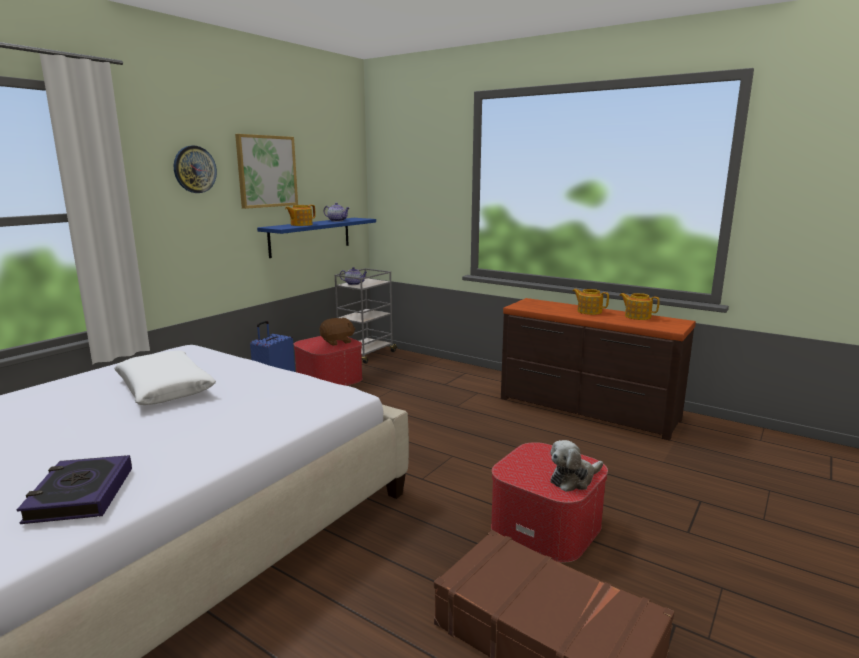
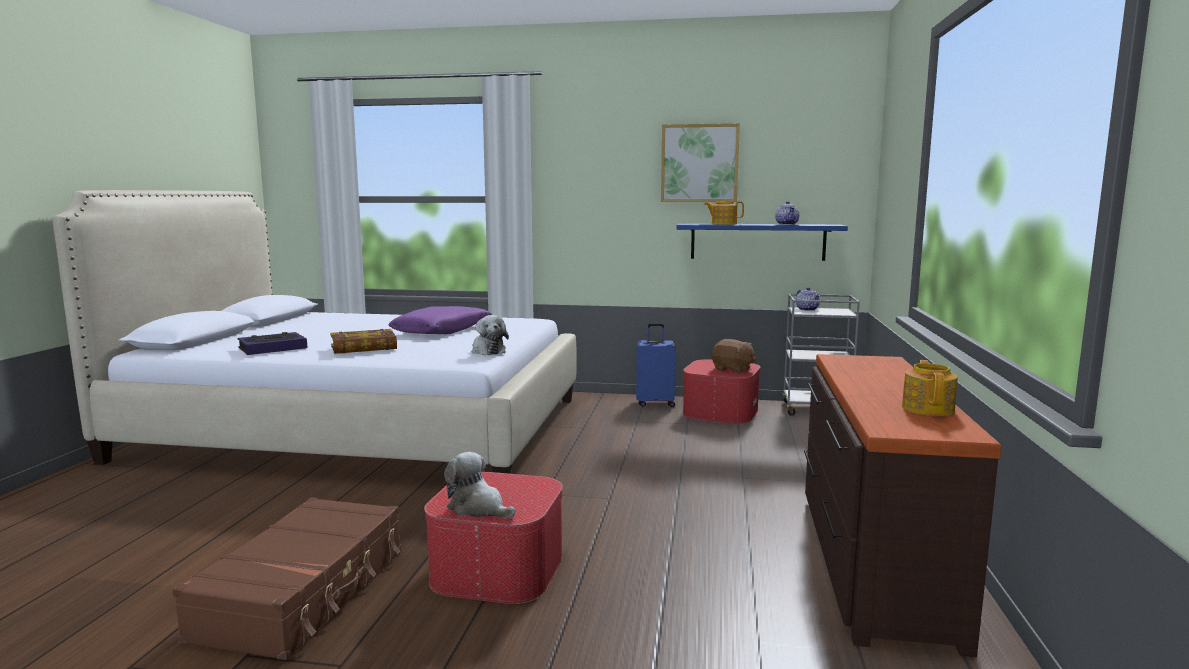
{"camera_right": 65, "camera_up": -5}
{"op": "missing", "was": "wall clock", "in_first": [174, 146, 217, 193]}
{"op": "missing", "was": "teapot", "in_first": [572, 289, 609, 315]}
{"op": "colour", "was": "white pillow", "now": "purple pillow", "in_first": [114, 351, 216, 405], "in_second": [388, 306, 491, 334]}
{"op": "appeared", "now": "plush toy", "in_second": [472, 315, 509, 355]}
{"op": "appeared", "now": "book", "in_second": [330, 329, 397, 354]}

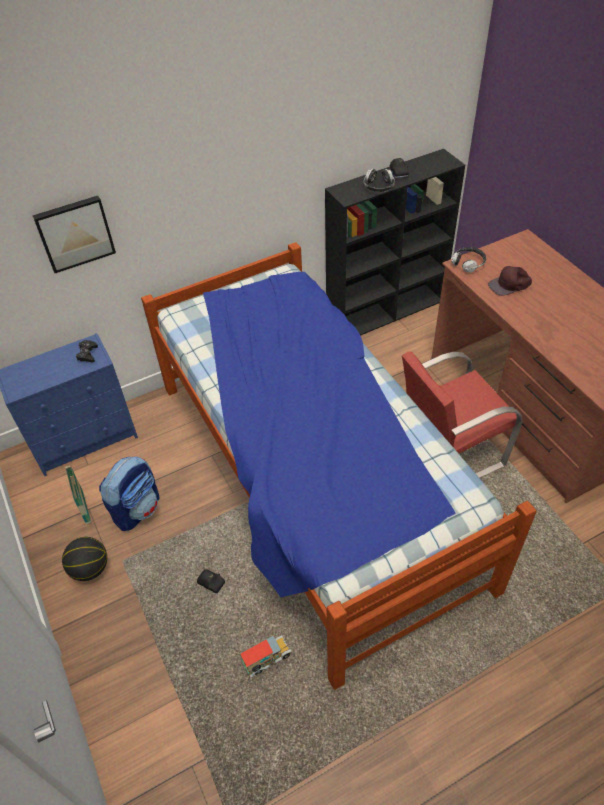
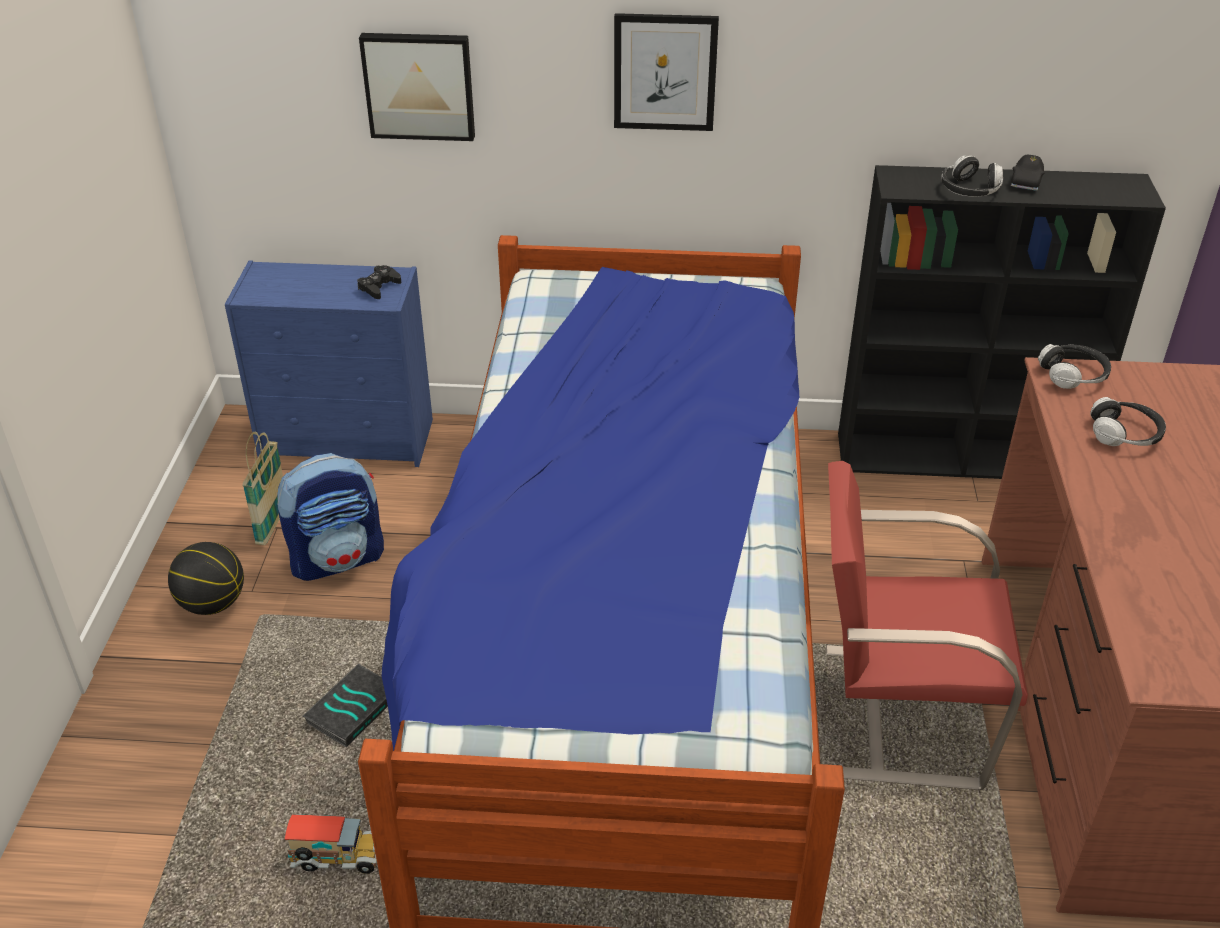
{"camera_right": 30, "camera_up": -10}
{"op": "exchanged", "was": "brown cap", "now": "headphones", "in_first": [488, 266, 532, 296], "in_second": [1090, 397, 1166, 446]}
{"op": "exchanged", "was": "black toy car", "now": "book", "in_first": [197, 569, 225, 594], "in_second": [303, 664, 388, 748]}
{"op": "appeared", "now": "picture", "in_second": [614, 13, 719, 131]}

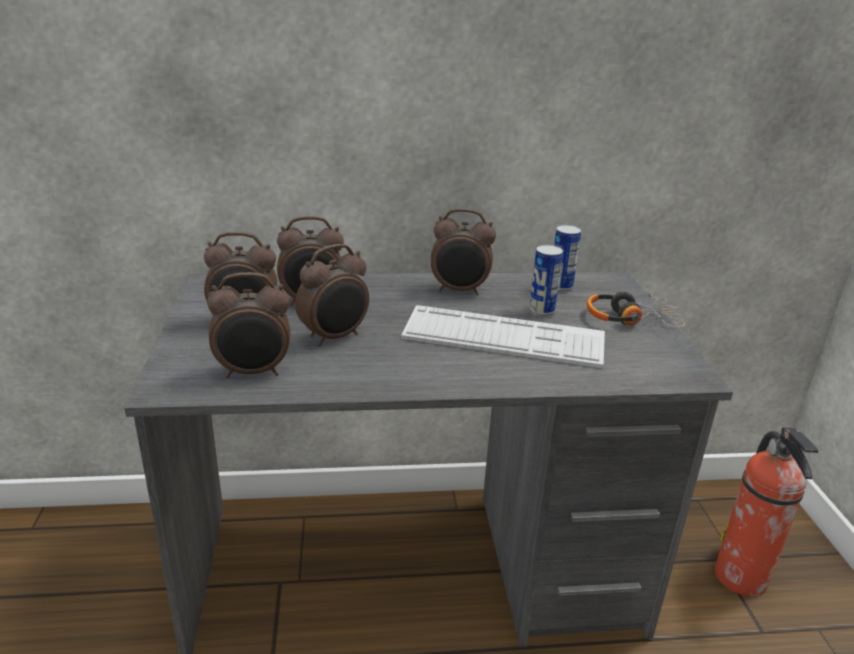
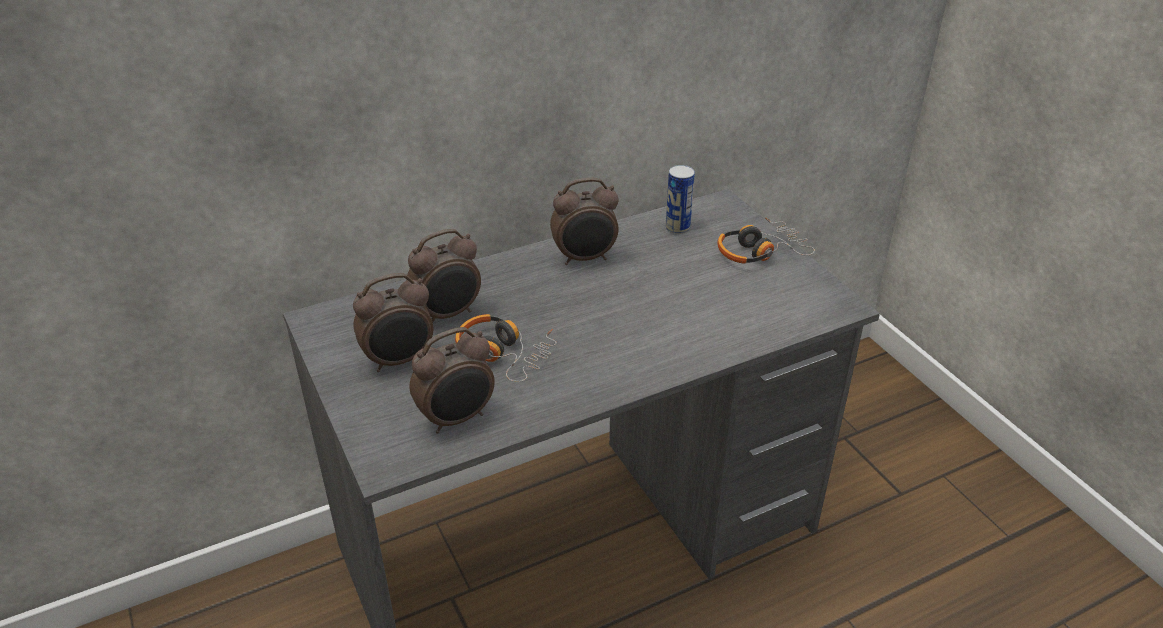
{"camera_right": -20, "camera_up": 10}
{"op": "exchanged", "was": "alarm clock", "now": "headphones", "in_first": [295, 244, 369, 347], "in_second": [455, 314, 557, 382]}
{"op": "missing", "was": "can", "in_first": [529, 245, 563, 317]}
{"op": "missing", "was": "keyboard", "in_first": [401, 305, 605, 368]}
{"op": "missing", "was": "fire extinguisher", "in_first": [715, 427, 818, 597]}

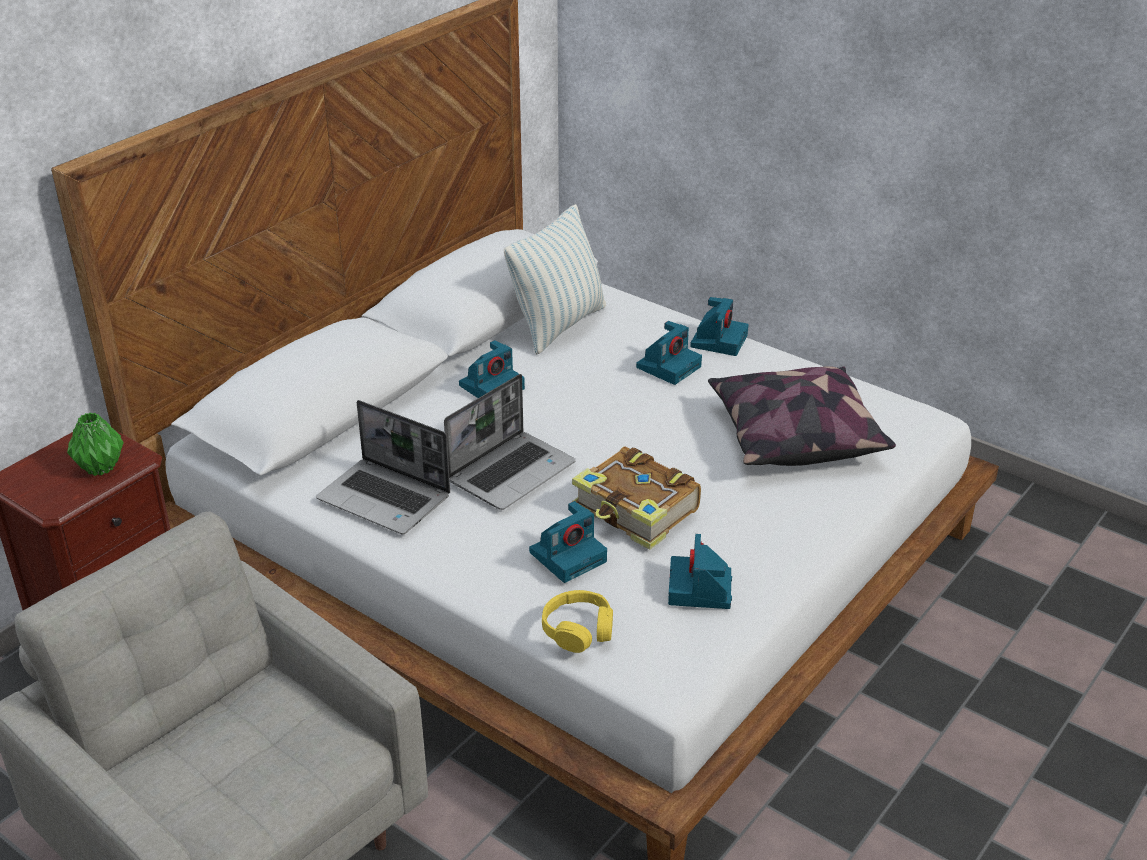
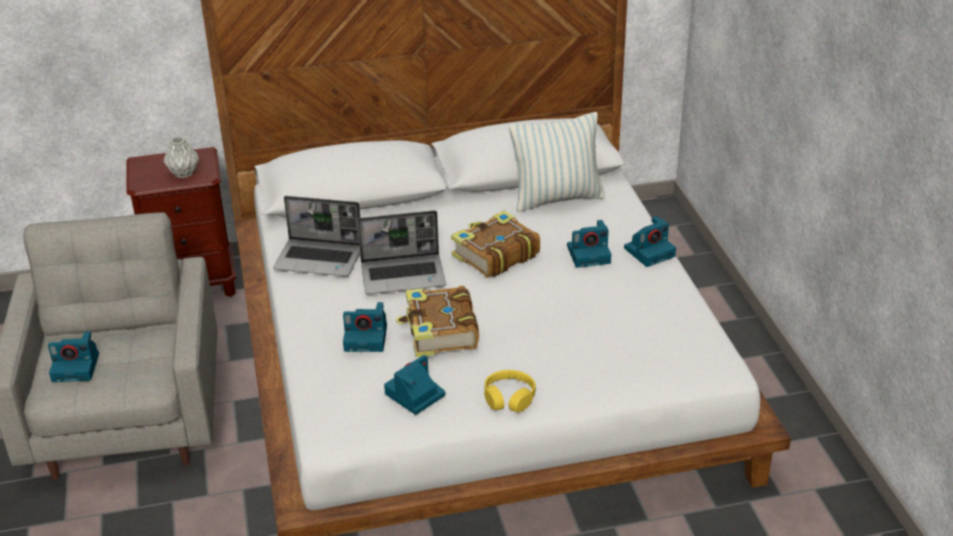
{"camera_right": 40, "camera_up": 0}
{"op": "relocated", "was": "photo camera", "in_first": [459, 340, 525, 398], "in_second": [48, 331, 99, 382]}
{"op": "missing", "was": "pillow", "in_first": [708, 366, 896, 466]}
{"op": "spun", "was": "laptop", "in_first": [316, 400, 450, 534], "in_second": [273, 196, 360, 277], "clockwise": -60}
{"op": "colour", "was": "green vase", "now": "grey vase", "in_first": [67, 412, 124, 476], "in_second": [163, 137, 199, 178]}
{"op": "relocated", "was": "yellow headphones", "in_first": [542, 590, 613, 653], "in_second": [484, 370, 536, 412]}
{"op": "appeared", "now": "book", "in_second": [451, 210, 540, 277]}

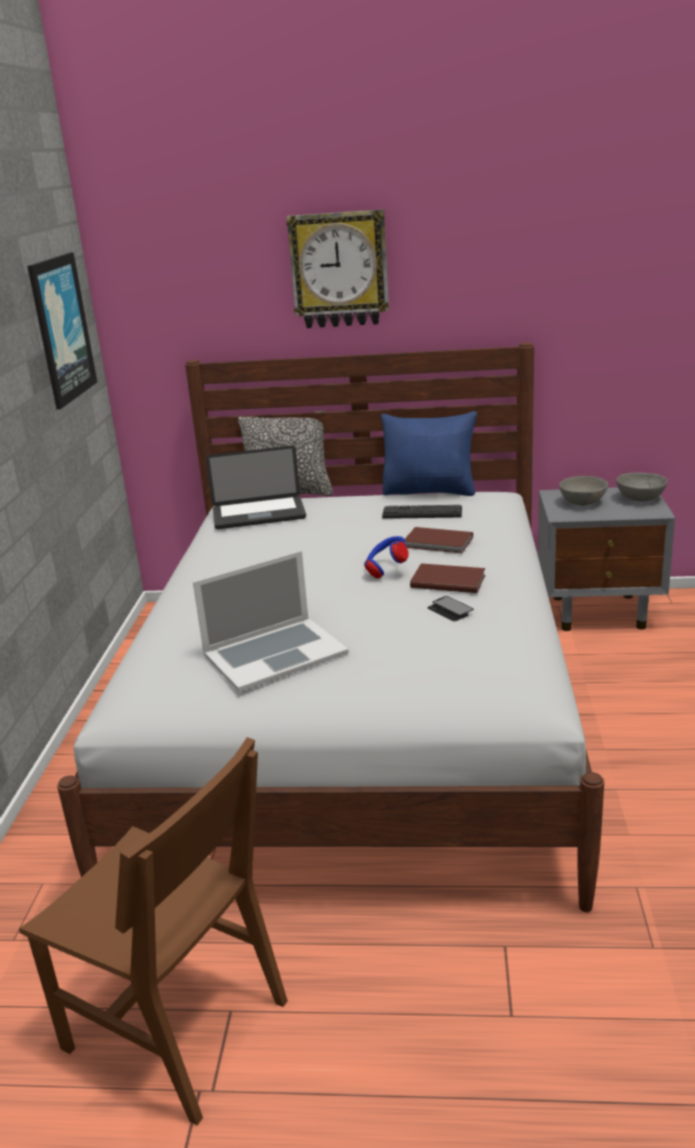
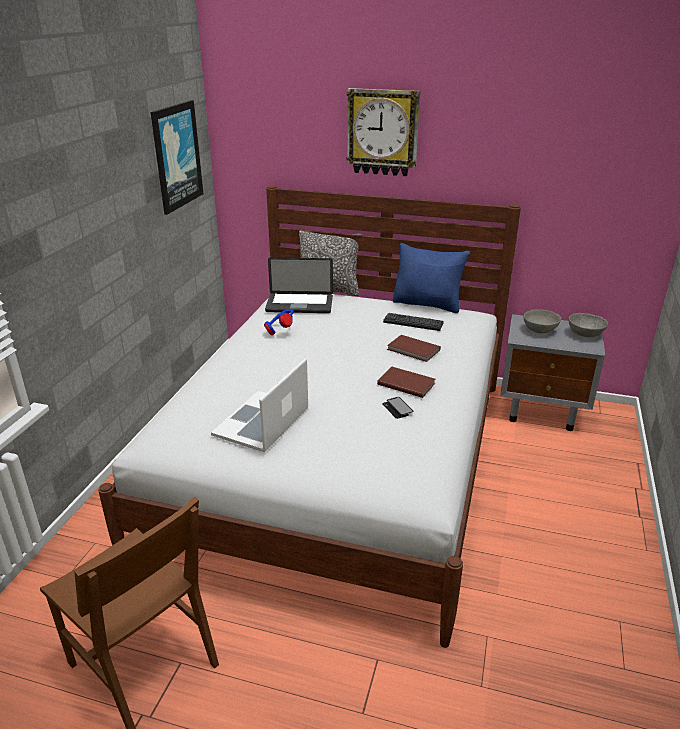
{"camera_right": 10, "camera_up": 5}
{"op": "relocated", "was": "blue headphones", "in_first": [364, 536, 409, 578], "in_second": [264, 309, 294, 335]}
{"op": "spun", "was": "laptop", "in_first": [193, 551, 349, 692], "in_second": [211, 358, 308, 452], "clockwise": 135}

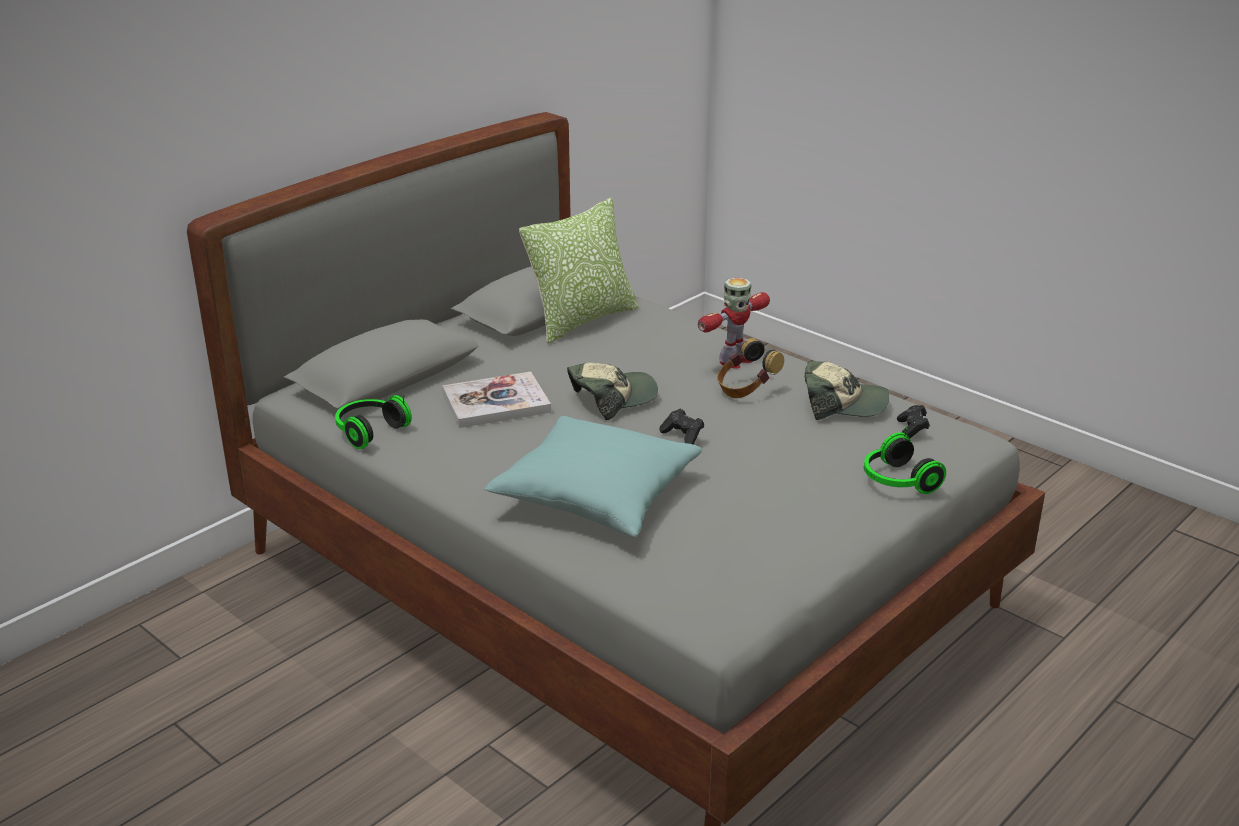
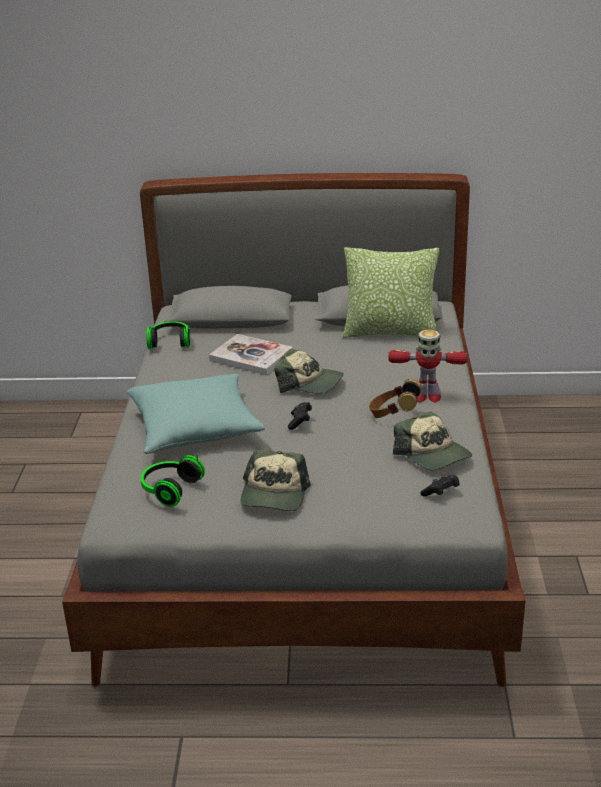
{"camera_right": 50, "camera_up": 0}
{"op": "relocated", "was": "headphones", "in_first": [864, 426, 946, 494], "in_second": [140, 454, 205, 507]}
{"op": "appeared", "now": "cap", "in_second": [240, 450, 311, 511]}

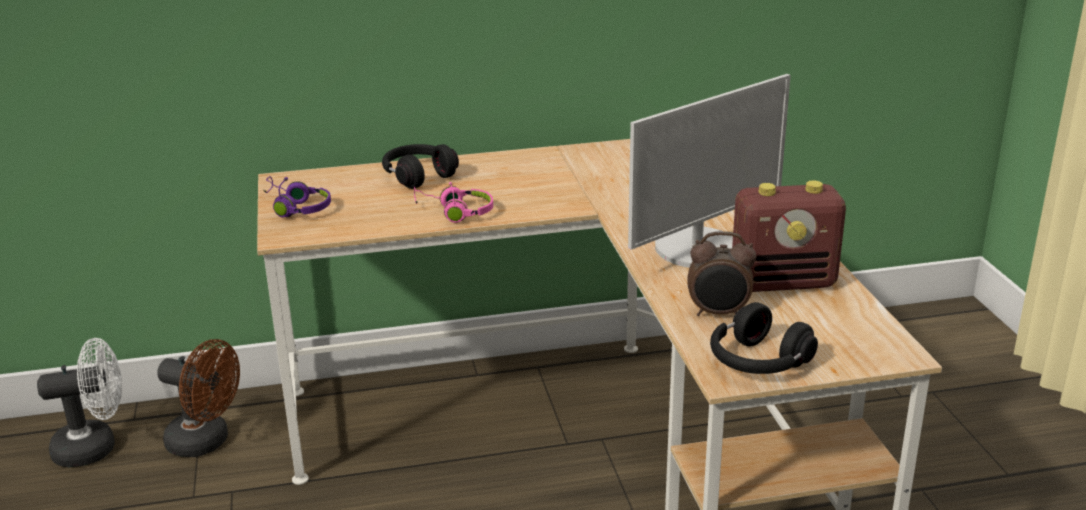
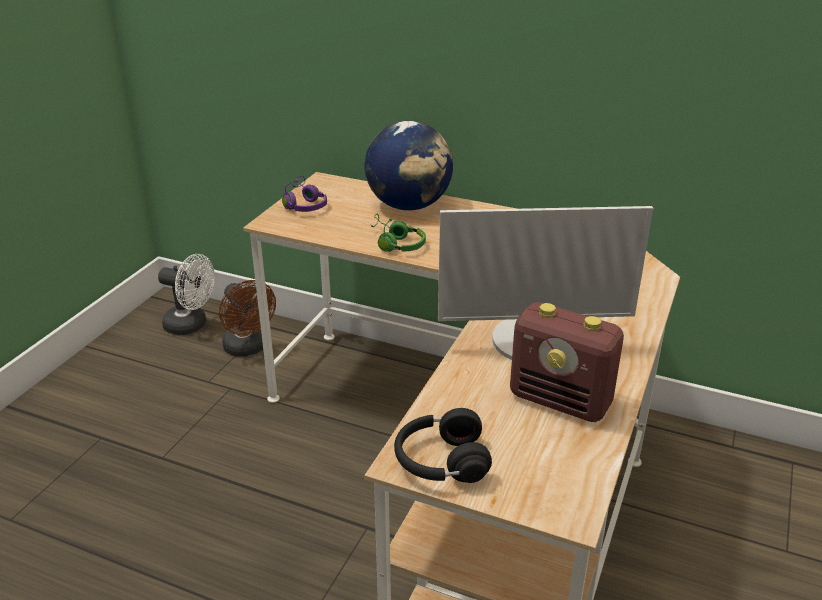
{"camera_right": 35, "camera_up": 5}
{"op": "exchanged", "was": "black headphones", "now": "globe", "in_first": [382, 144, 459, 189], "in_second": [364, 121, 453, 211]}
{"op": "colour", "was": "pink headphones", "now": "green headphones", "in_first": [414, 182, 493, 223], "in_second": [371, 214, 426, 252]}
{"op": "missing", "was": "alarm clock", "in_first": [687, 231, 757, 316]}

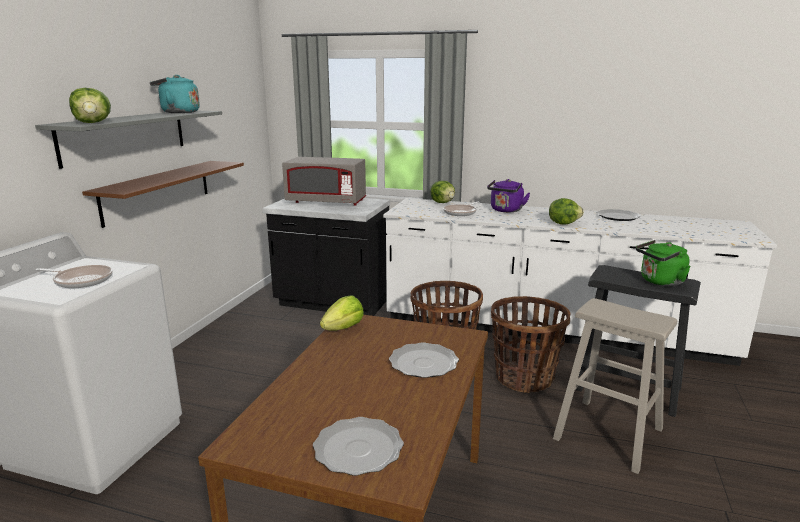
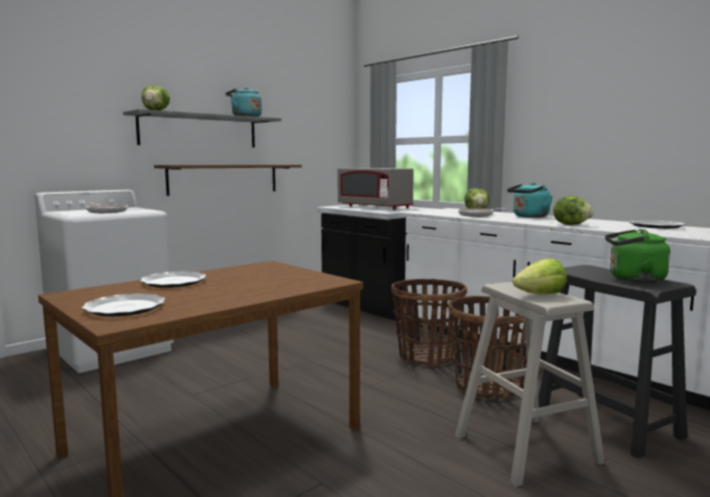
{"camera_right": 30, "camera_up": -10}
{"op": "colour", "was": "purple kettle", "now": "turquoise kettle", "in_first": [487, 179, 530, 212], "in_second": [507, 182, 553, 218]}
{"op": "relocated", "was": "lettuce", "in_first": [320, 295, 364, 331], "in_second": [513, 258, 567, 295]}
{"op": "relocated", "was": "plate", "in_first": [389, 342, 459, 378], "in_second": [140, 271, 206, 288]}

